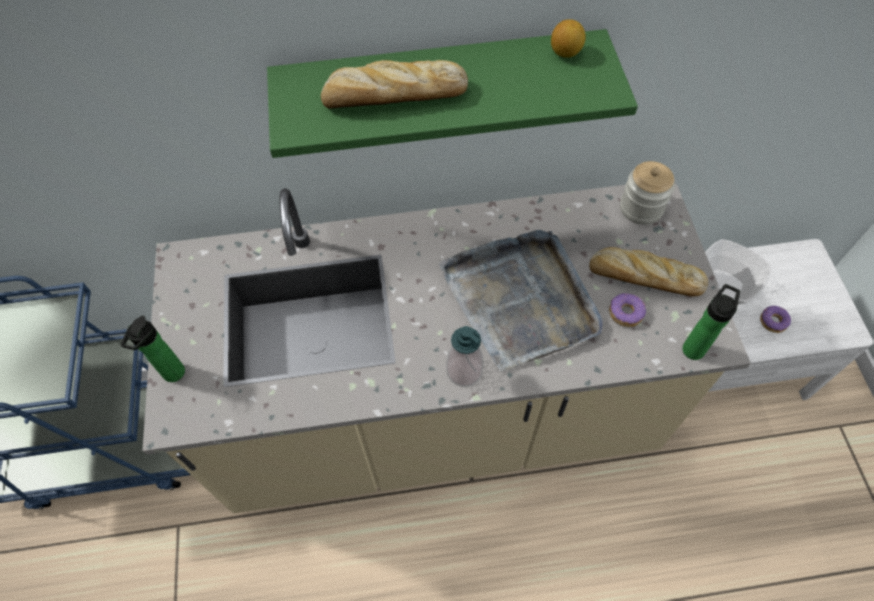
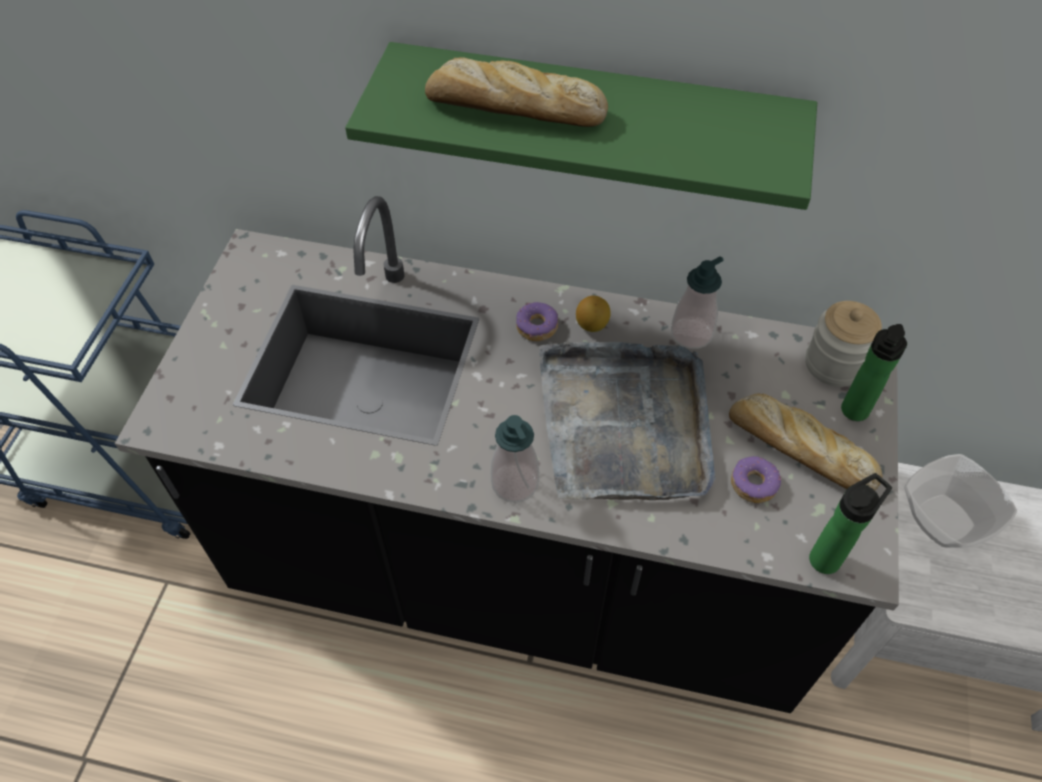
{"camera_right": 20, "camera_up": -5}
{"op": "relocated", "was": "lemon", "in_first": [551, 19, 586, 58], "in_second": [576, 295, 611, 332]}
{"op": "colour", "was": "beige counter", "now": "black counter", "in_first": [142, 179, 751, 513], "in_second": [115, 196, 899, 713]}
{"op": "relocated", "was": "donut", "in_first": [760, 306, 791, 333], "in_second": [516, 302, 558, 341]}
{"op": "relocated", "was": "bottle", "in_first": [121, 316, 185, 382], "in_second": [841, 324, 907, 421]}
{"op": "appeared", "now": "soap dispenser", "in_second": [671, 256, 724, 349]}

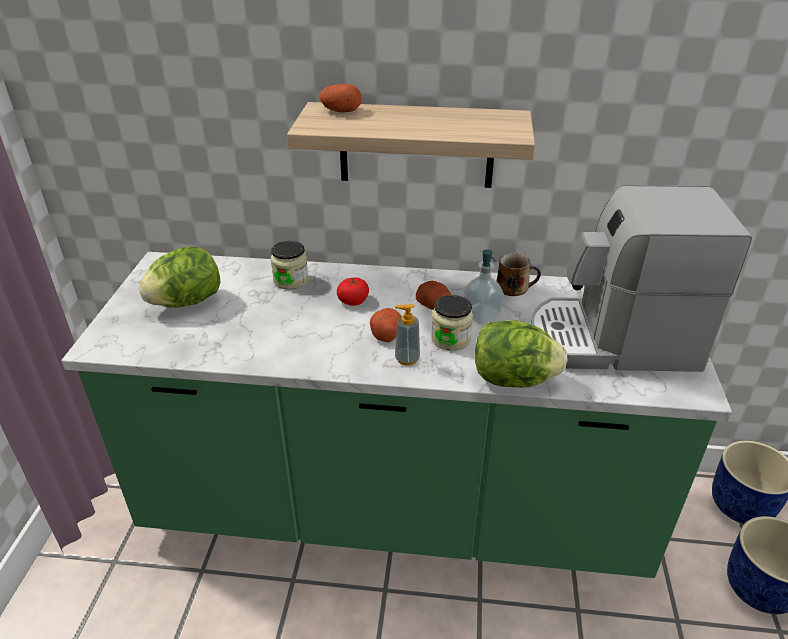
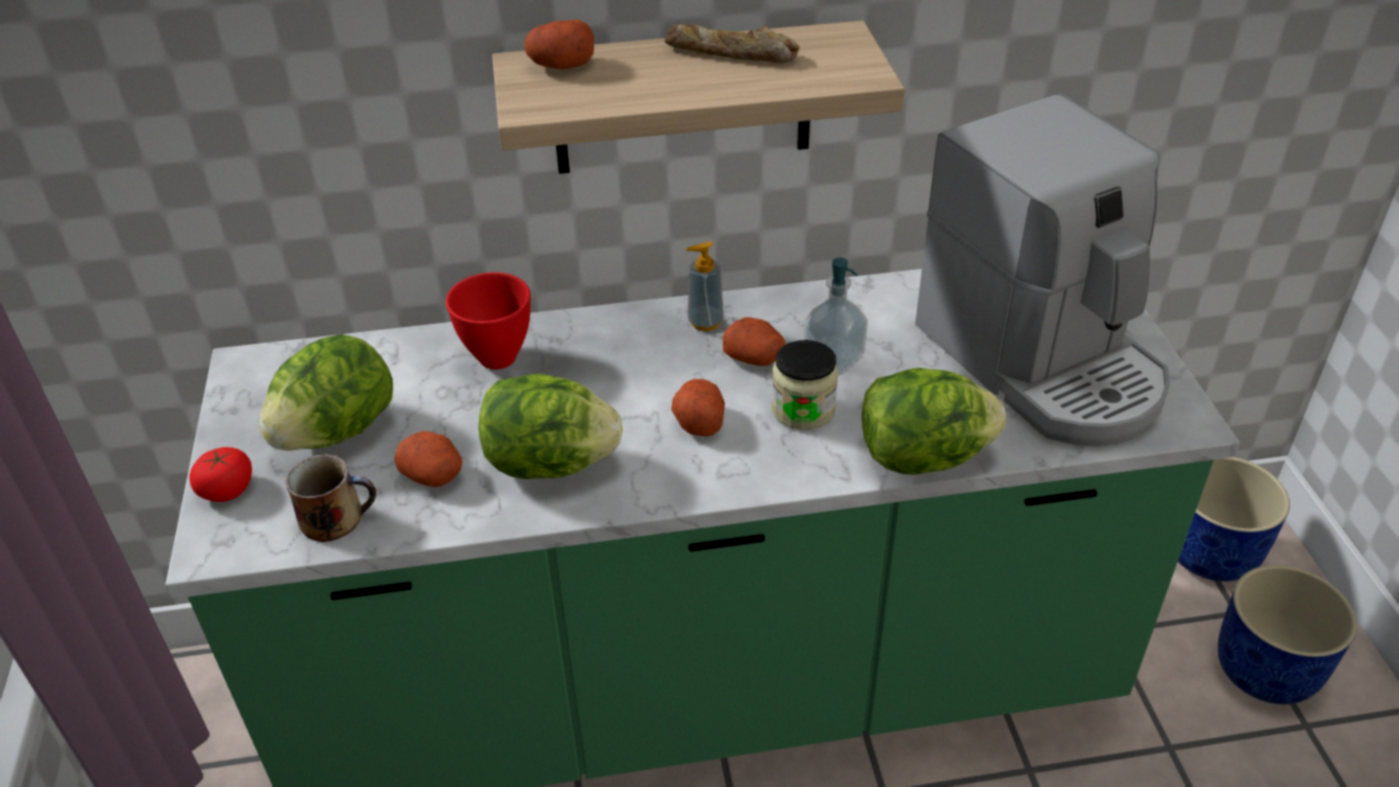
{"camera_right": -15, "camera_up": 5}
{"op": "spun", "was": "coffee machine", "in_first": [531, 185, 752, 372], "in_second": [915, 94, 1170, 446], "clockwise": -105}
{"op": "exchanged", "was": "jar", "now": "red bowl", "in_first": [271, 241, 309, 290], "in_second": [446, 272, 531, 370]}
{"op": "relocated", "was": "mug", "in_first": [497, 253, 541, 296], "in_second": [285, 454, 376, 542]}
{"op": "relocated", "was": "tomato", "in_first": [337, 277, 369, 306], "in_second": [189, 447, 252, 502]}
{"op": "relocated", "was": "soap dispenser", "in_first": [394, 304, 420, 366], "in_second": [686, 241, 724, 331]}
{"op": "appeared", "now": "bread", "in_second": [664, 24, 799, 63]}
{"op": "appeared", "now": "lettuce", "in_second": [479, 374, 623, 479]}
{"op": "appeared", "now": "potato", "in_second": [394, 431, 462, 487]}

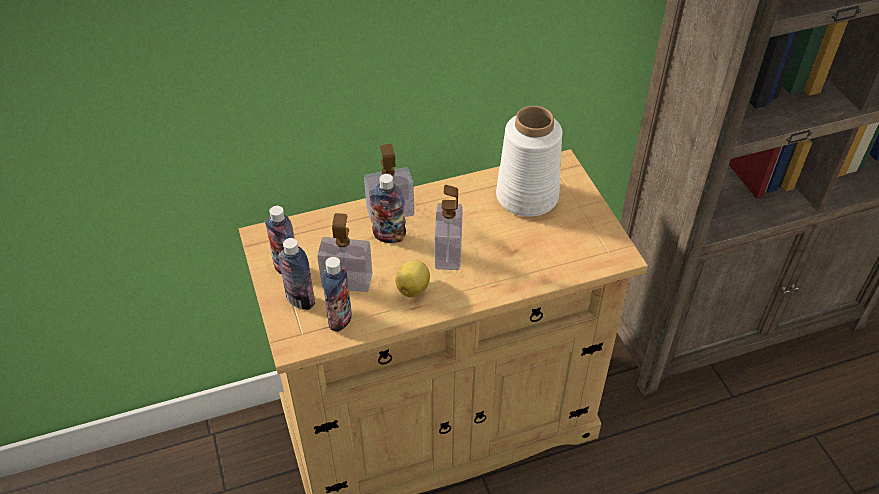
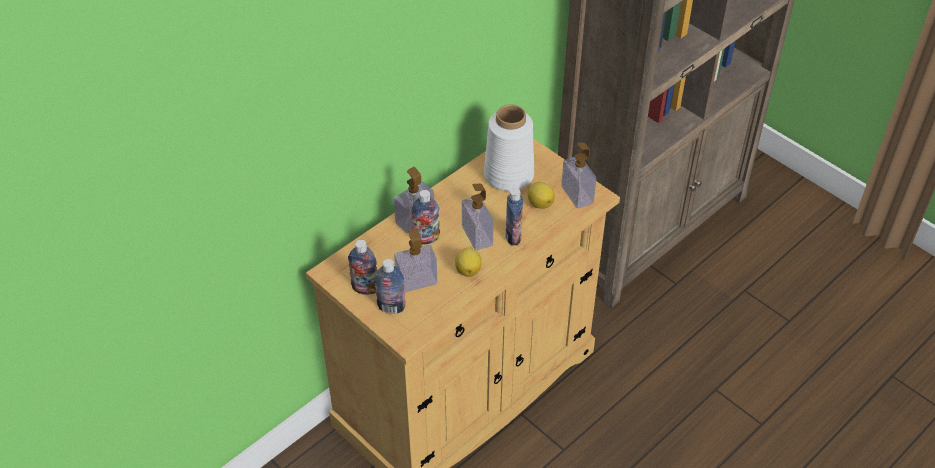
{"camera_right": -25, "camera_up": 0}
{"op": "relocated", "was": "bottle", "in_first": [322, 257, 352, 332], "in_second": [506, 188, 523, 246]}
{"op": "appeared", "now": "soap dispenser", "in_second": [561, 143, 596, 209]}
{"op": "appeared", "now": "lemon", "in_second": [528, 182, 555, 209]}

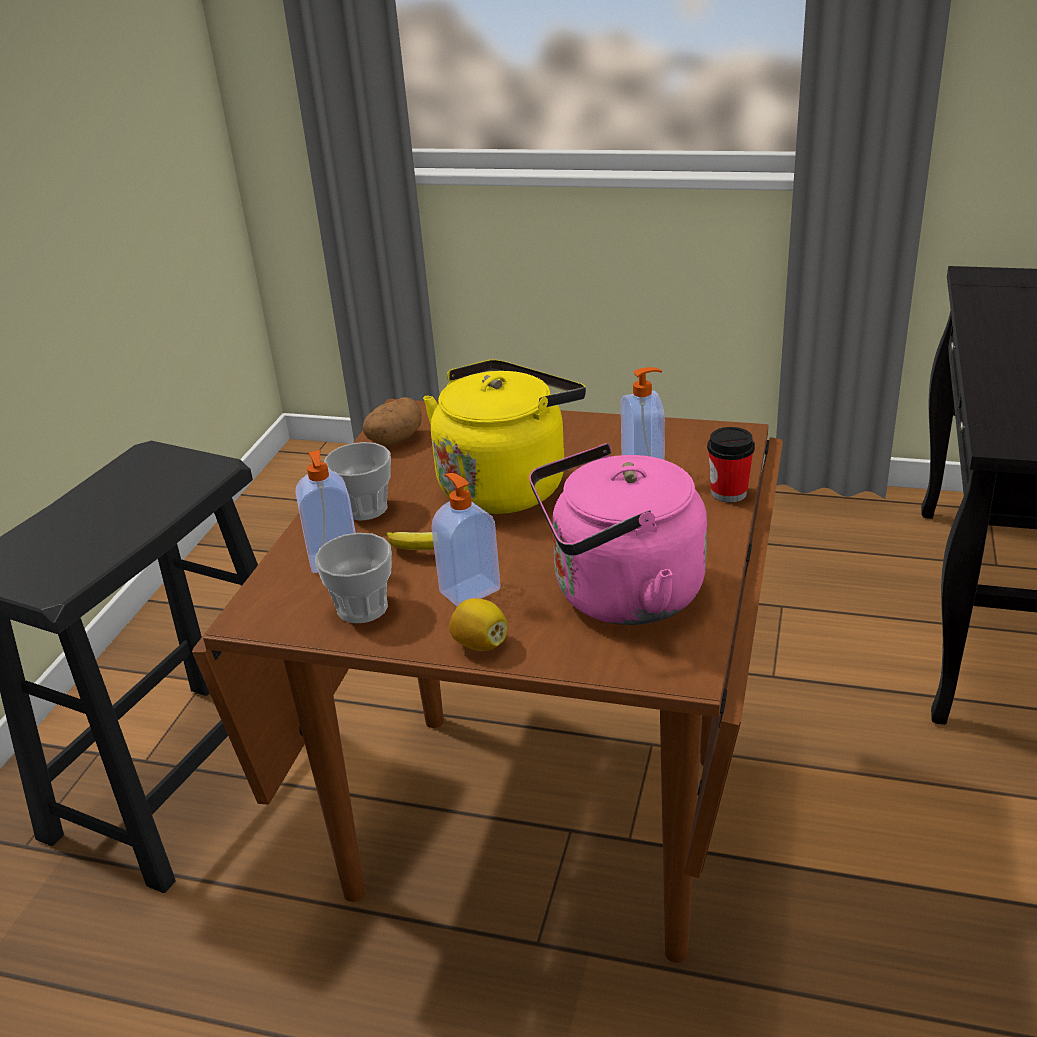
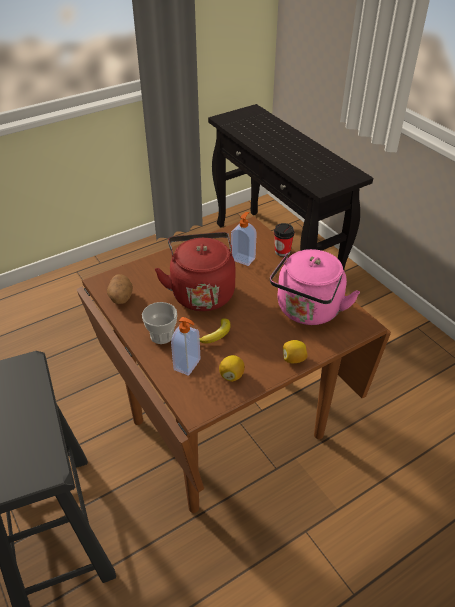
{"camera_right": -50, "camera_up": 10}
{"op": "colour", "was": "yellow kettle", "now": "red kettle", "in_first": [423, 359, 586, 514], "in_second": [155, 232, 235, 311]}
{"op": "missing", "was": "soap dispenser", "in_first": [431, 473, 501, 606]}
{"op": "exchanged", "was": "cup", "now": "lemon", "in_first": [315, 533, 392, 623], "in_second": [219, 355, 245, 382]}

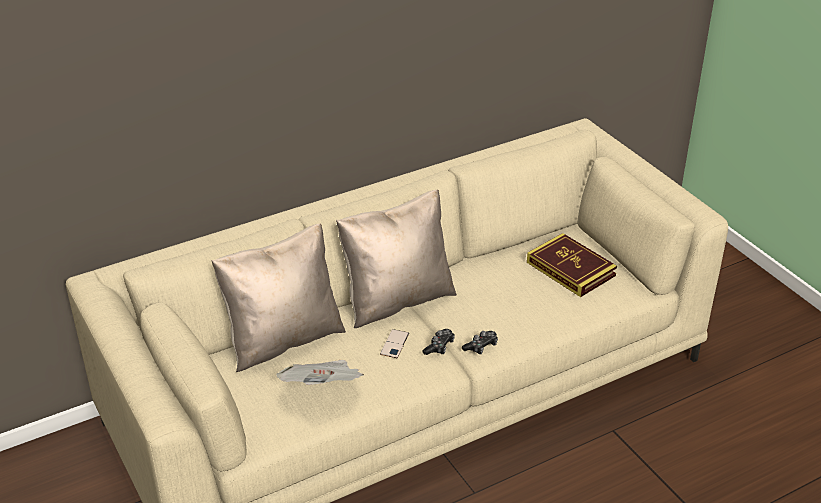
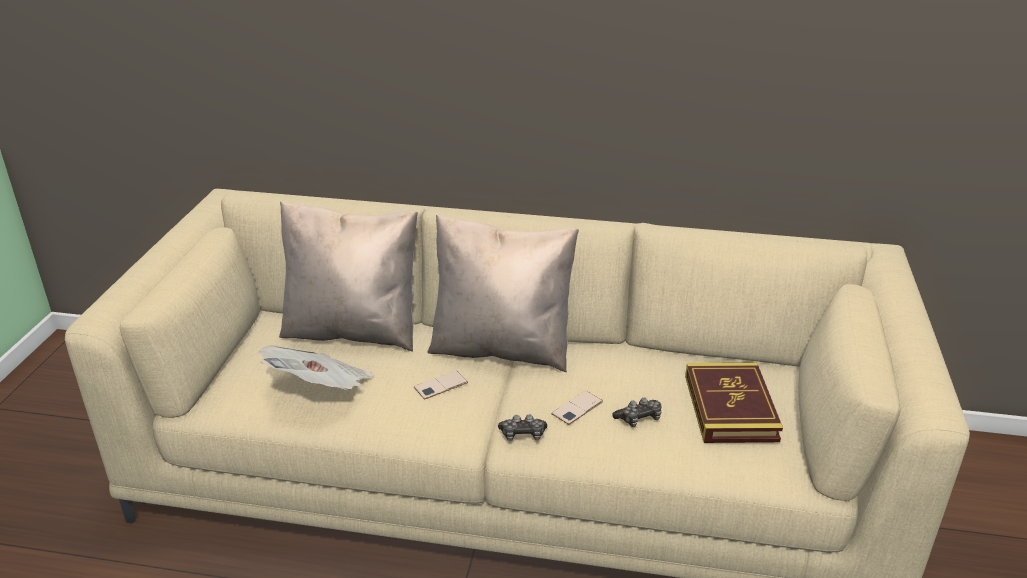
{"camera_right": 40, "camera_up": -5}
{"op": "relocated", "was": "game controller", "in_first": [422, 329, 455, 355], "in_second": [612, 398, 661, 427]}
{"op": "appeared", "now": "phone", "in_second": [551, 391, 603, 425]}

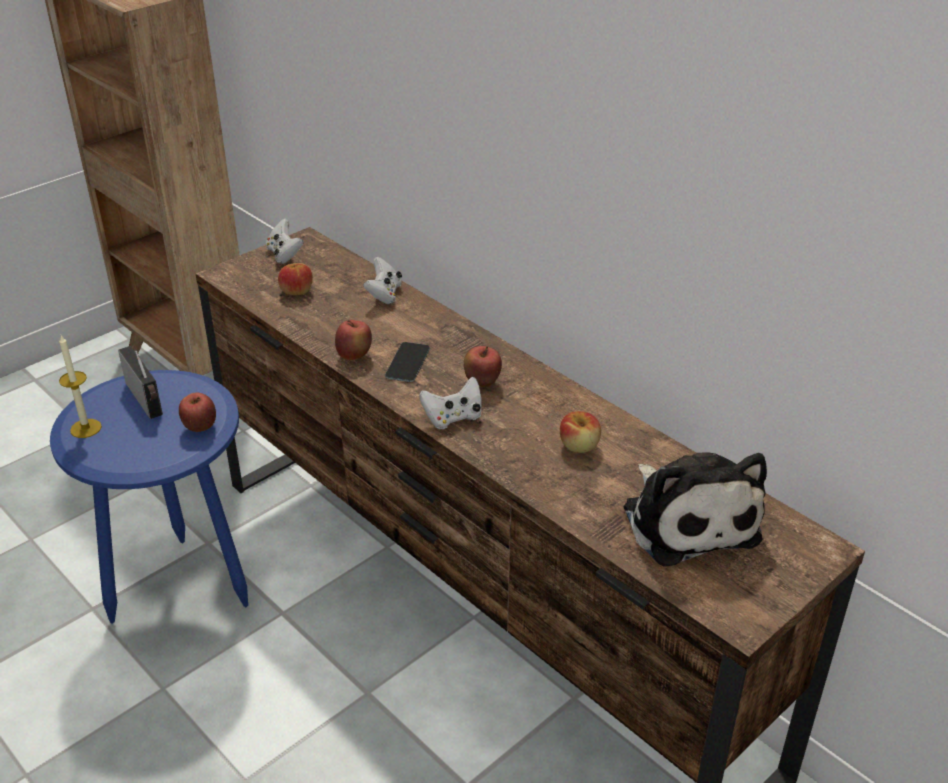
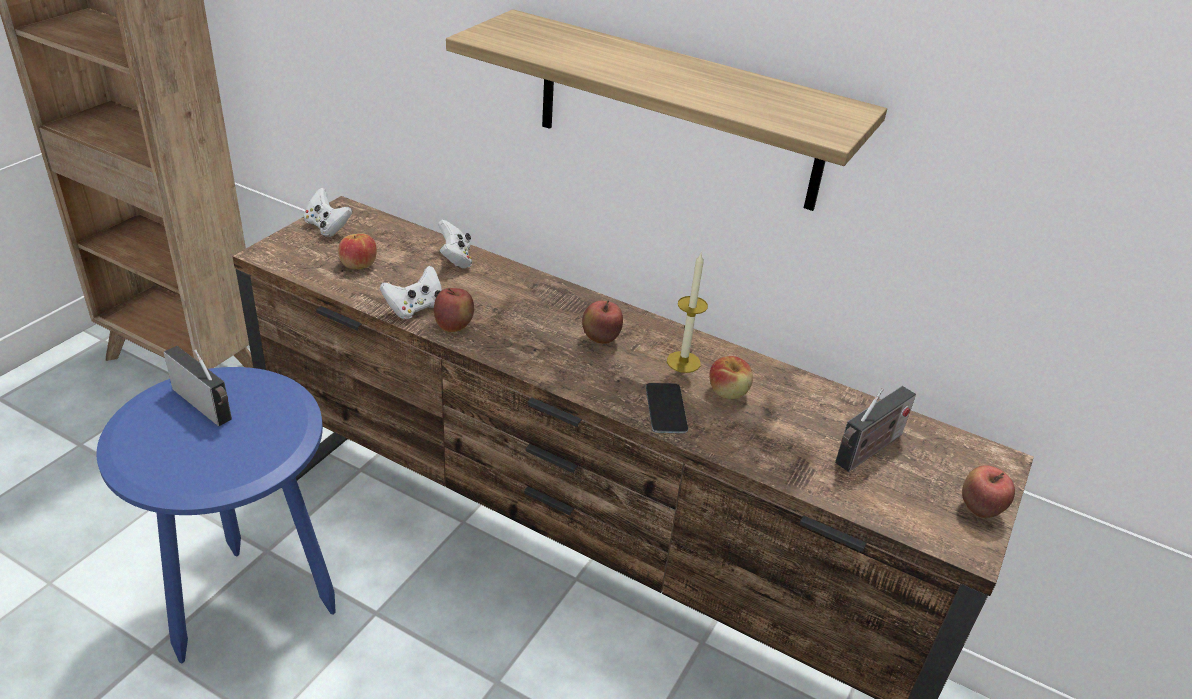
{"camera_right": -20, "camera_up": 0}
{"op": "relocated", "was": "candle", "in_first": [59, 335, 102, 438], "in_second": [667, 253, 708, 373]}
{"op": "relocated", "was": "phone", "in_first": [385, 342, 430, 382], "in_second": [646, 383, 688, 433]}
{"op": "relocated", "was": "white game controller", "in_first": [419, 377, 481, 429], "in_second": [380, 265, 442, 319]}
{"op": "relocated", "was": "apple", "in_first": [179, 392, 216, 432], "in_second": [962, 465, 1015, 518]}
{"op": "exchanged", "was": "plush toy", "now": "radio", "in_first": [623, 452, 767, 567], "in_second": [835, 386, 916, 472]}
{"op": "appeared", "now": "shelf", "in_second": [446, 9, 887, 211]}

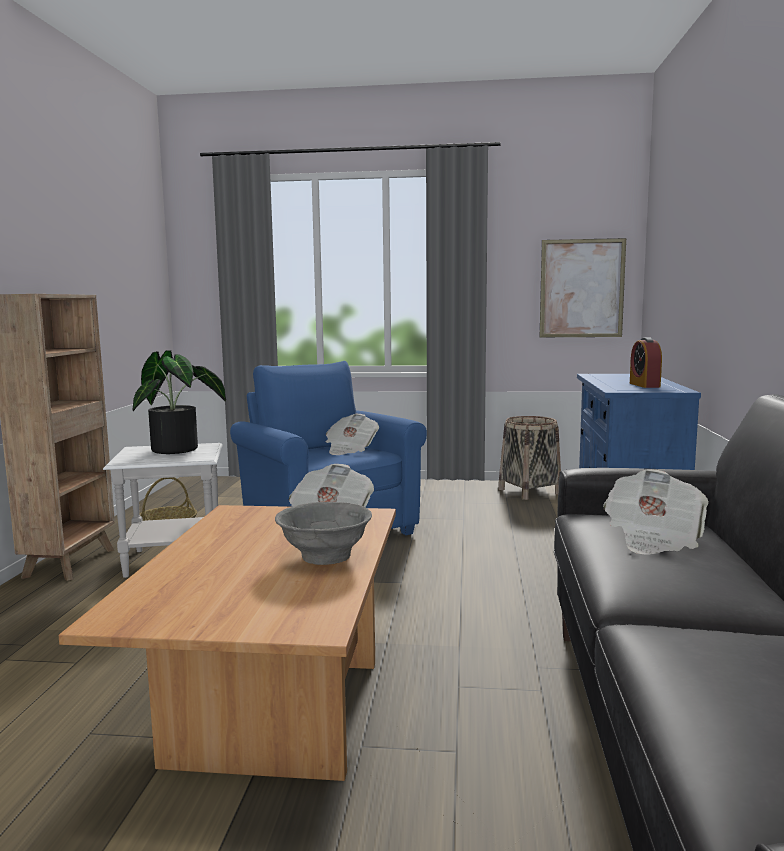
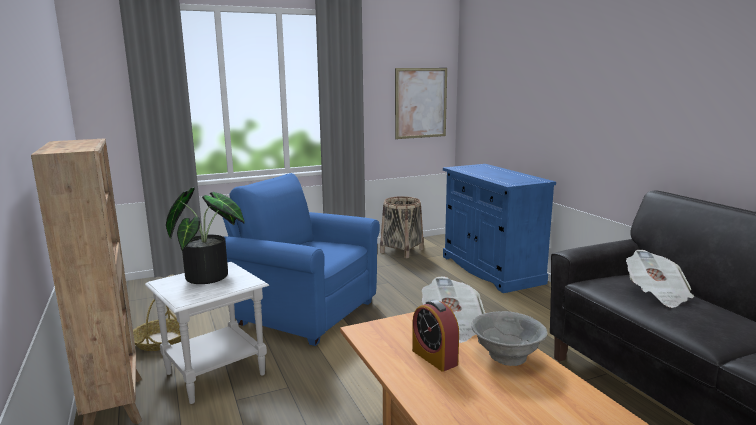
{"camera_right": -30, "camera_up": 5}
{"op": "relocated", "was": "alarm clock", "in_first": [630, 337, 662, 388], "in_second": [412, 300, 459, 372]}
{"op": "missing", "was": "newspaper", "in_first": [326, 414, 379, 455]}

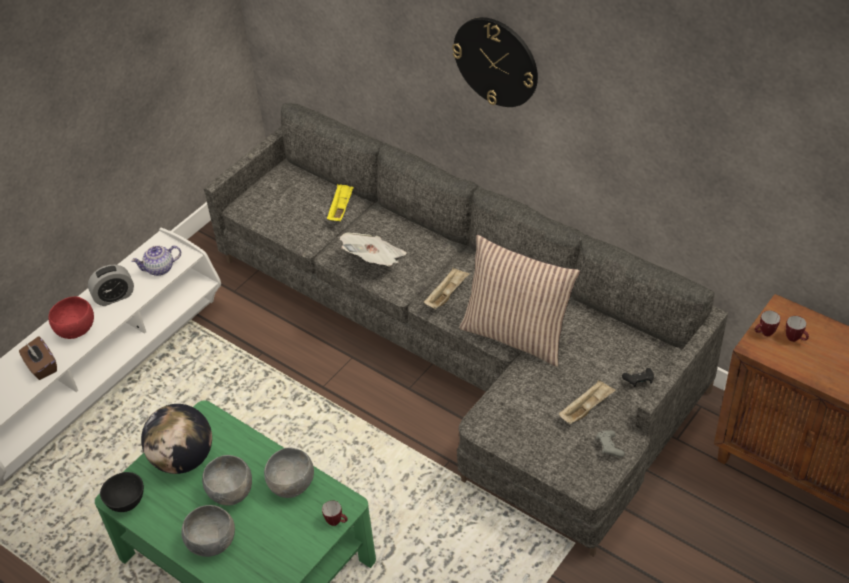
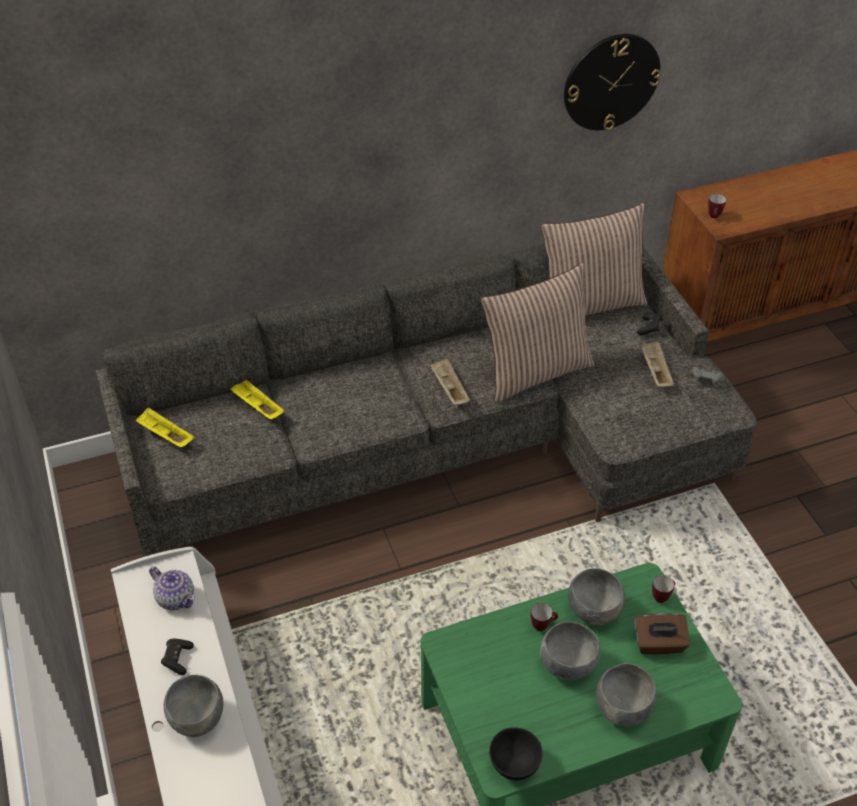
{"camera_right": -60, "camera_up": 0}
{"op": "relocated", "was": "wall clock", "in_first": [452, 17, 538, 107], "in_second": [564, 34, 661, 131]}
{"op": "missing", "was": "newspaper", "in_first": [340, 232, 407, 266]}
{"op": "spun", "was": "teapot", "in_first": [131, 245, 181, 276], "in_second": [149, 566, 195, 610], "clockwise": -60}
{"op": "exchanged", "was": "alarm clock", "now": "black game controller", "in_first": [88, 265, 134, 306], "in_second": [161, 639, 194, 675]}
{"op": "colour", "was": "red bowl", "now": "grey bowl", "in_first": [48, 296, 94, 339], "in_second": [164, 675, 224, 737]}
{"op": "relocated", "was": "mug", "in_first": [786, 316, 809, 342], "in_second": [531, 603, 558, 631]}
{"op": "relocated", "was": "brown tissue box", "in_first": [19, 336, 57, 380], "in_second": [634, 613, 690, 655]}
{"op": "missing", "was": "globe", "in_first": [141, 404, 212, 474]}
{"op": "appeared", "now": "pillow", "in_second": [541, 203, 647, 316]}
{"op": "appeared", "now": "yellow tray", "in_second": [135, 407, 195, 447]}

